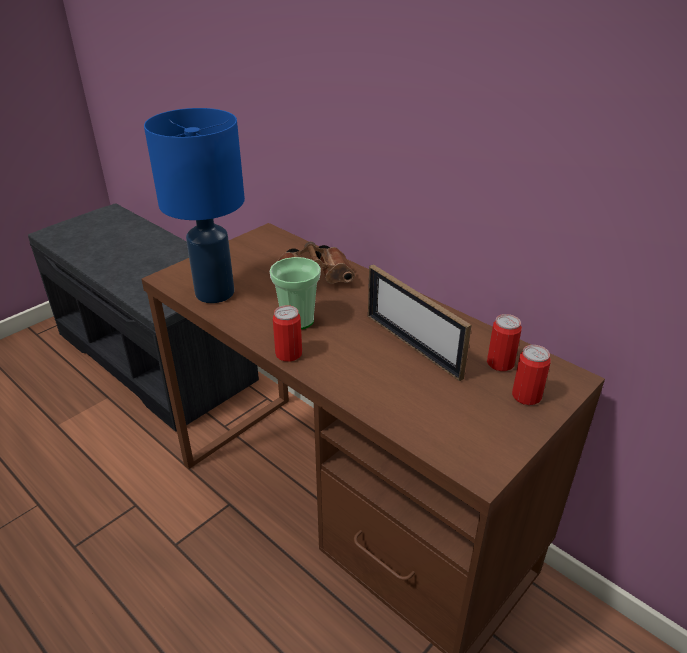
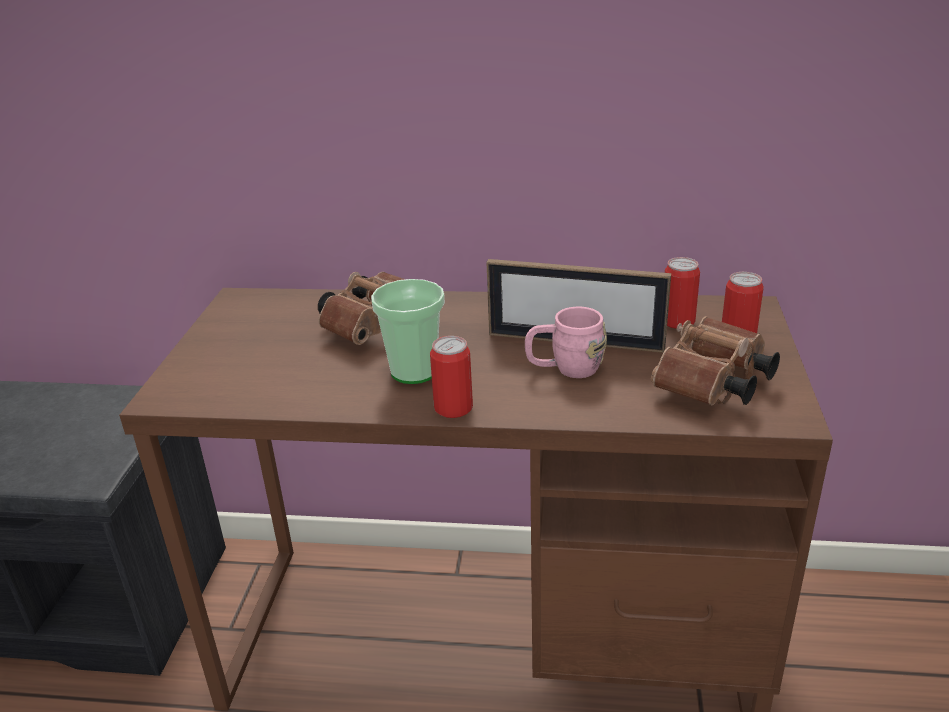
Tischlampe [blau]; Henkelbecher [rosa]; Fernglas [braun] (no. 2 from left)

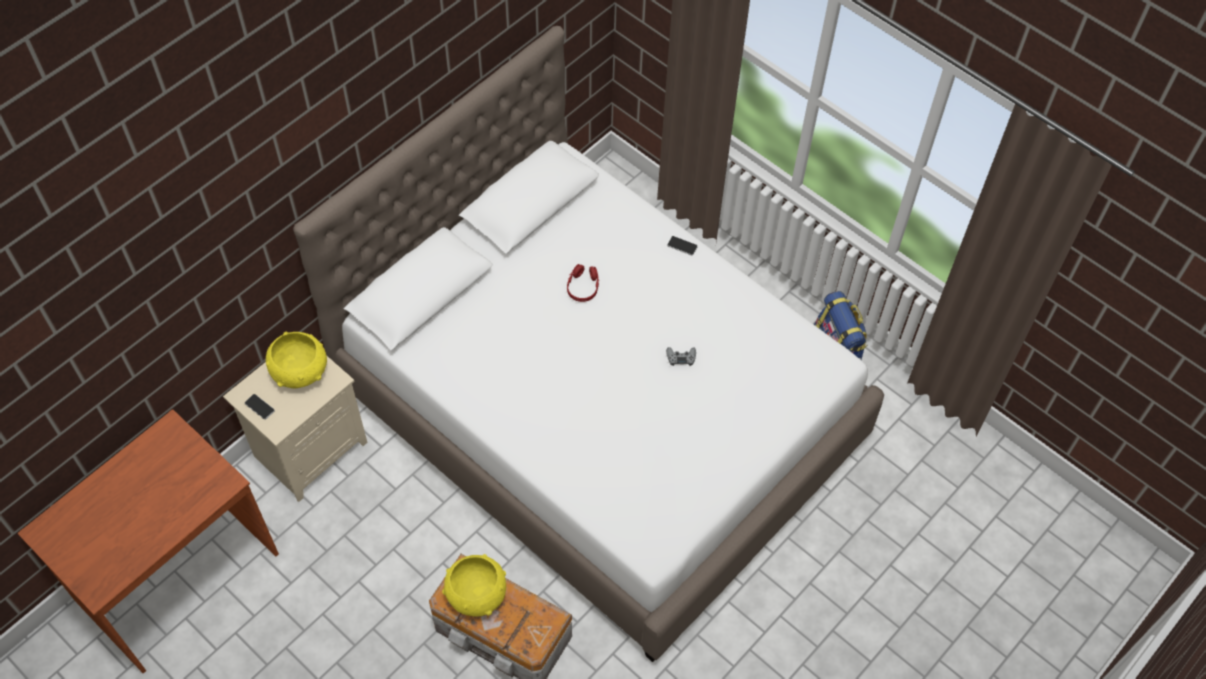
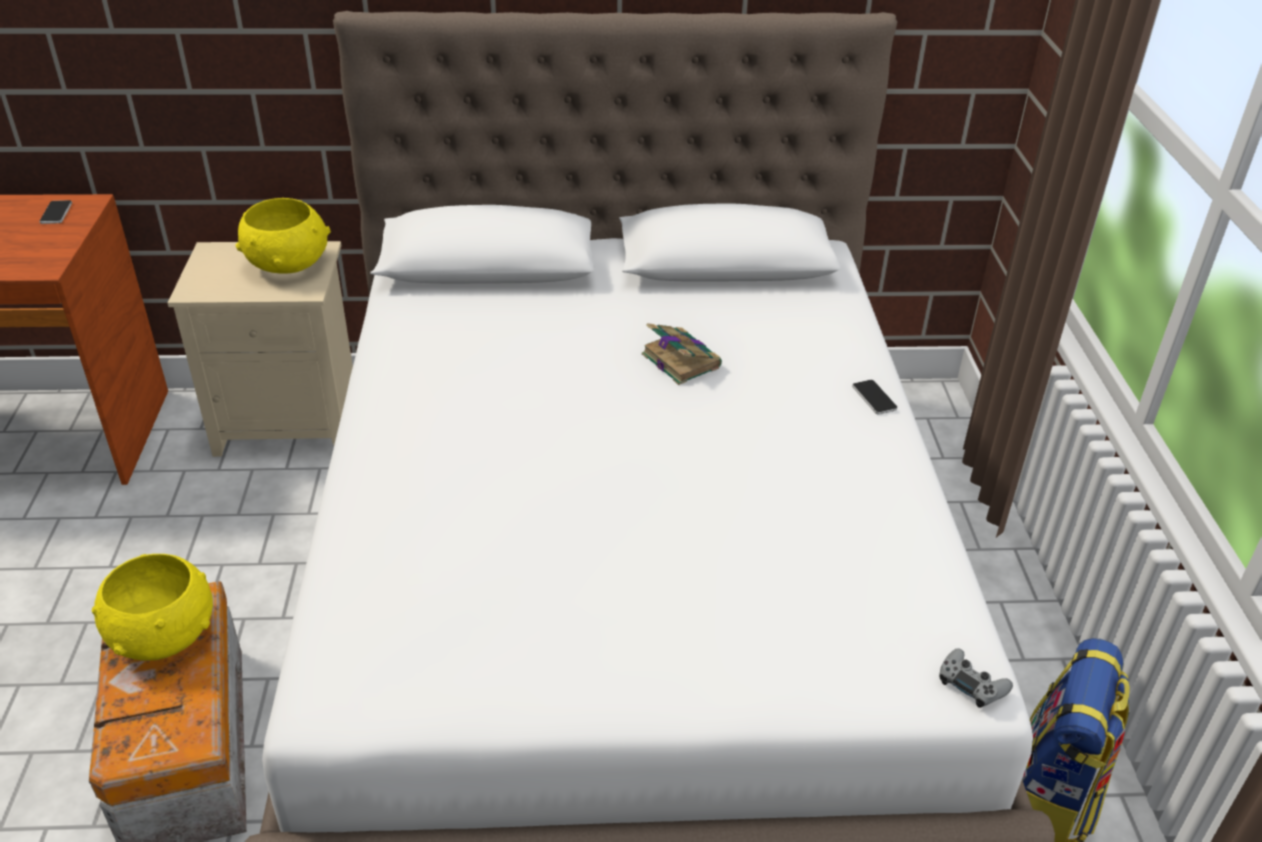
Handy (no. 1 from left); Buch; Gamepad [grau]

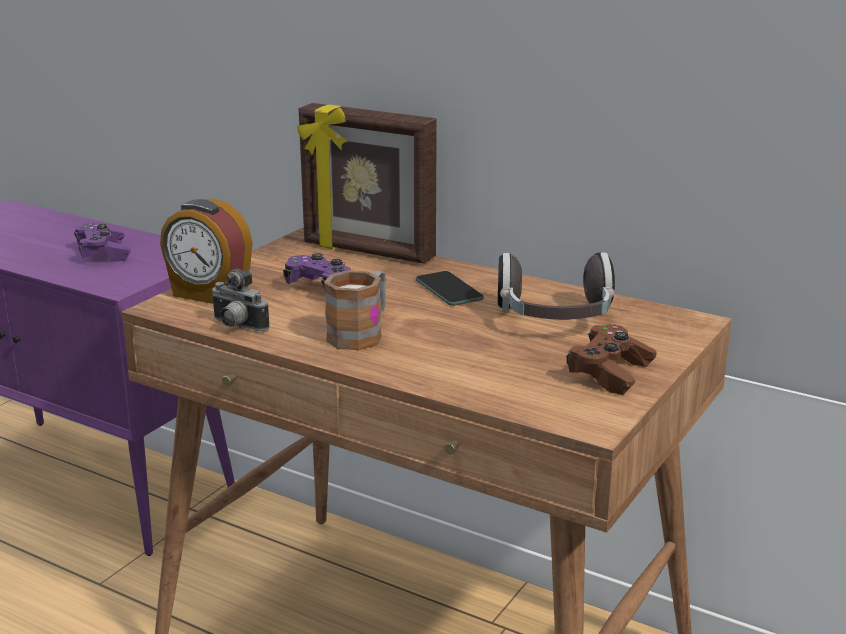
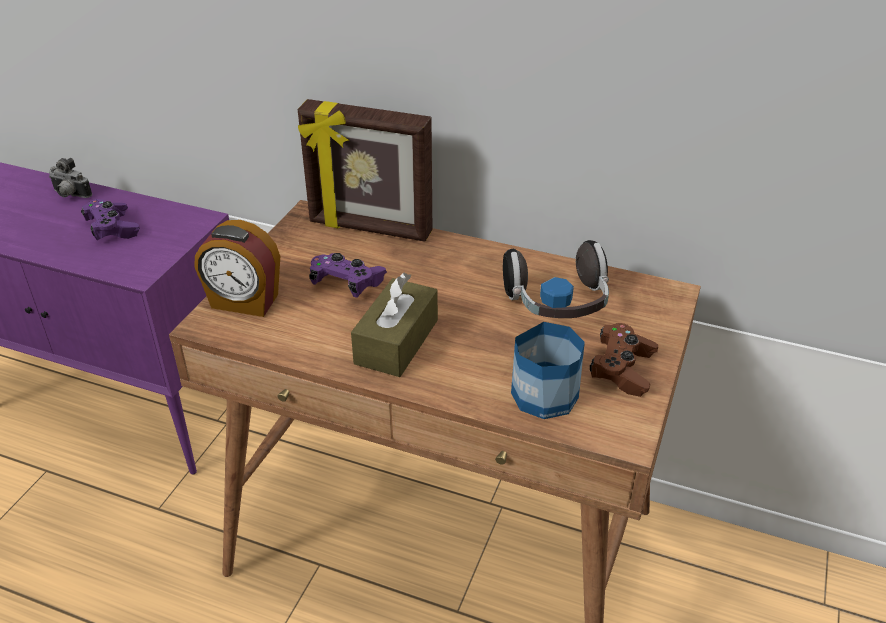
Kamera; Taschentuchbox [braun]; Handy; Flasche

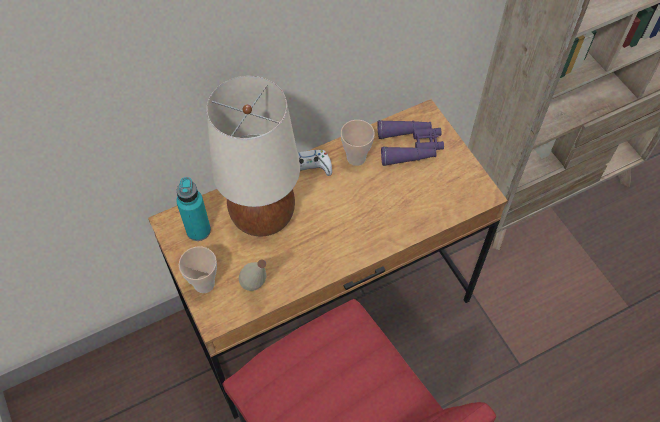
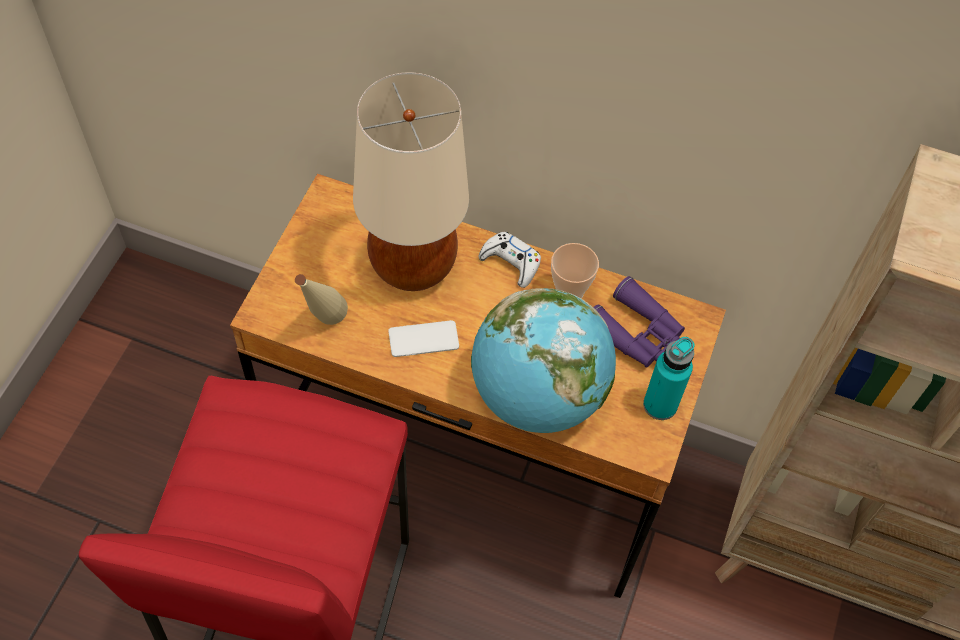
Flasche [türkis]; Tasse (no. 1 from left in the first image); Handy; Globus

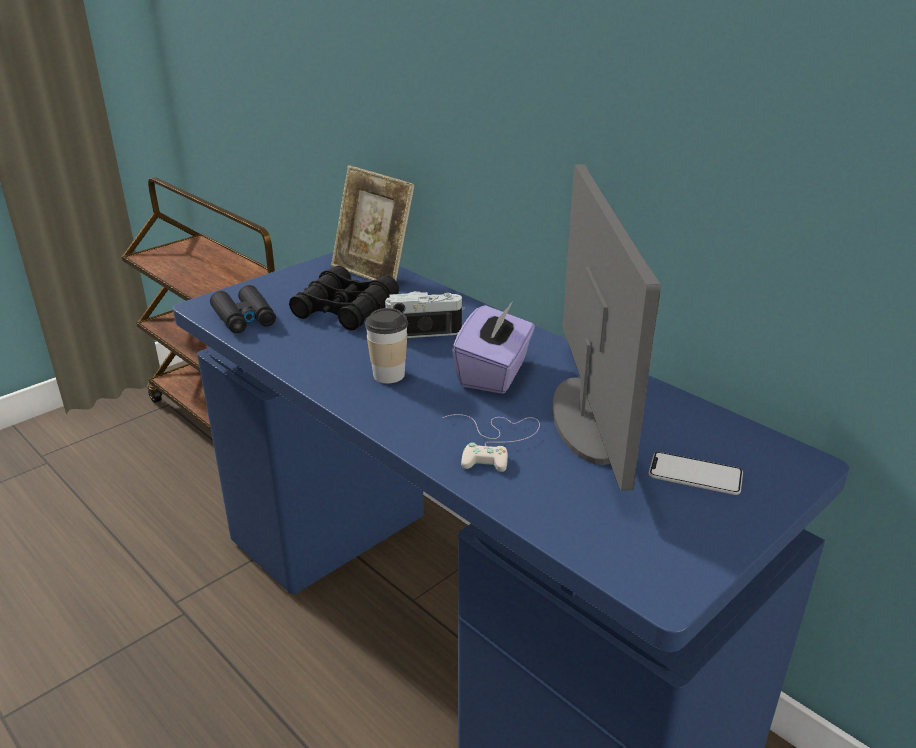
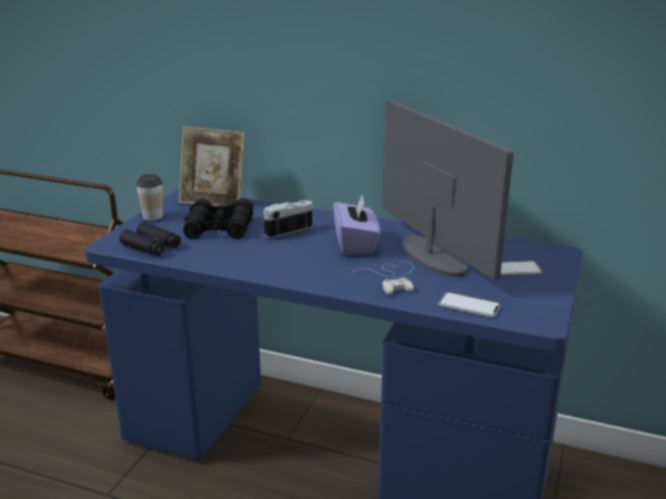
Tasse; Handy (no. 1 from left)

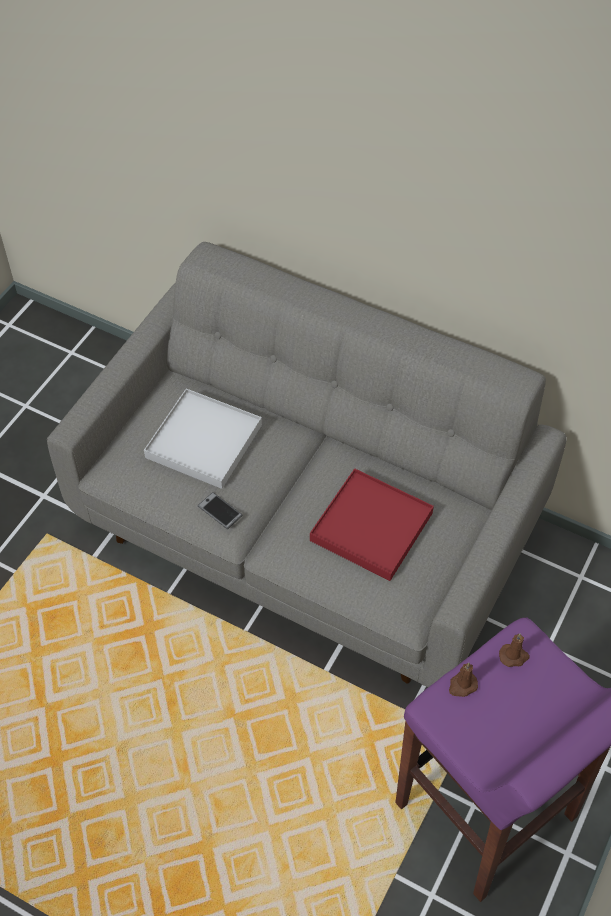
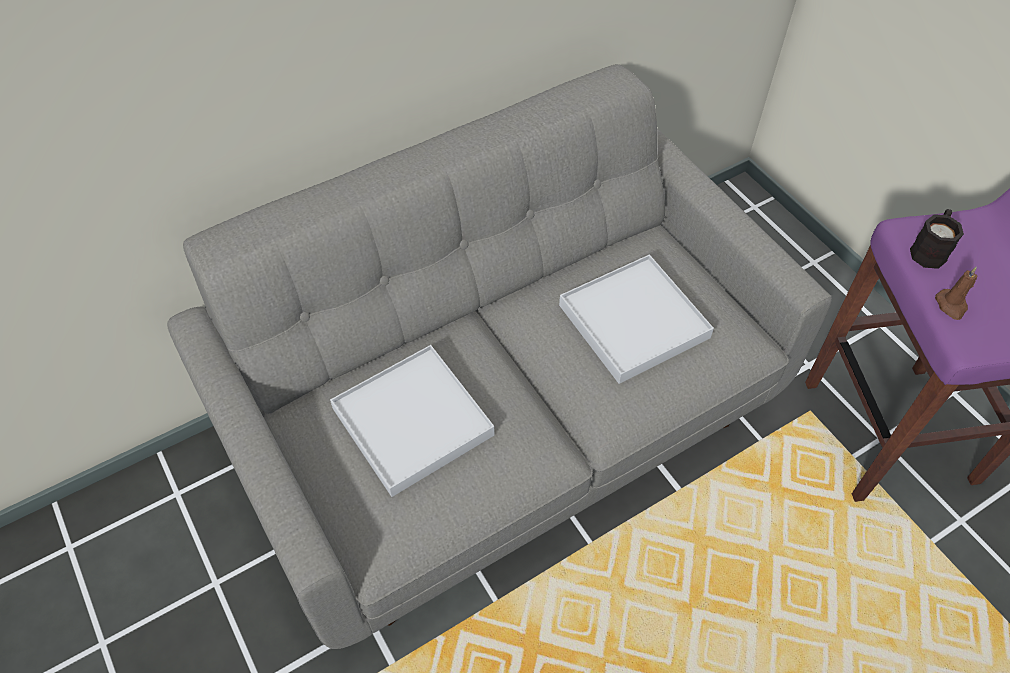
Handy; Tablett [weiß] (no. 2 from left); Henkelbecher [schwarz]

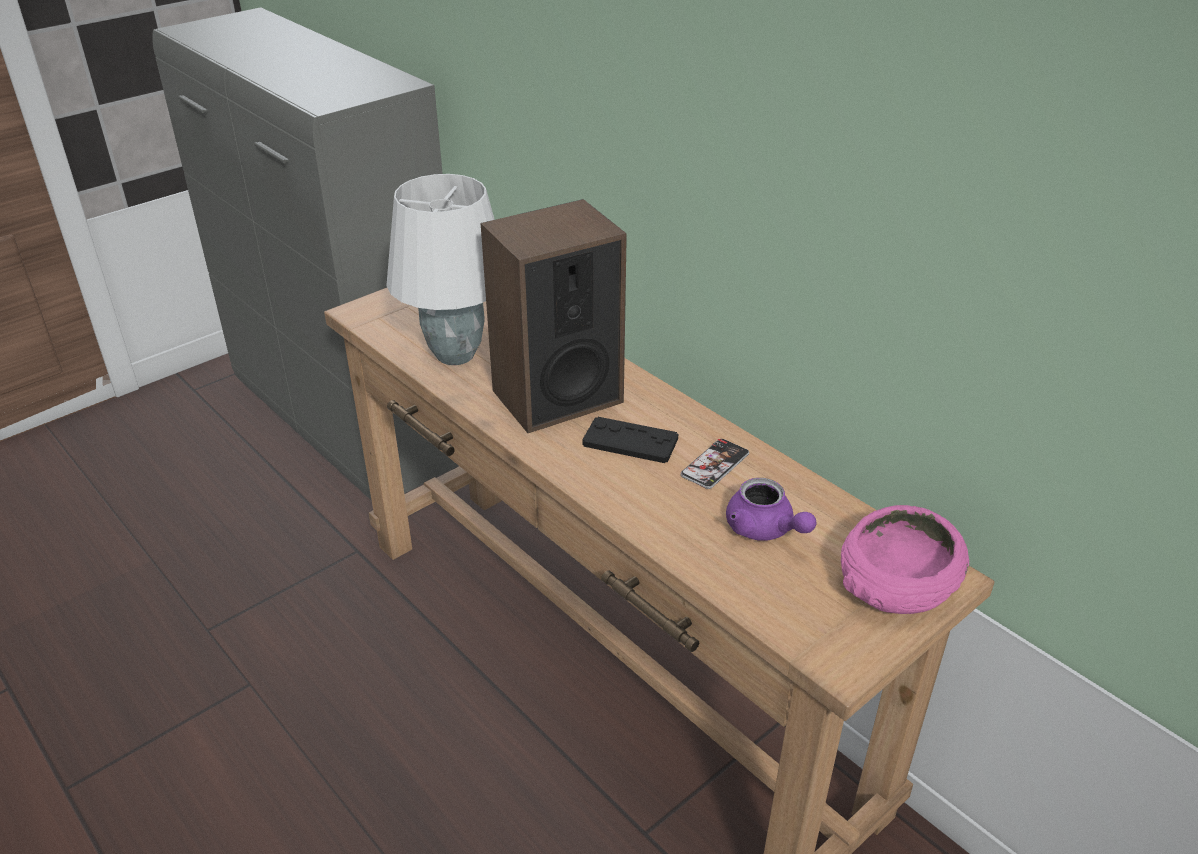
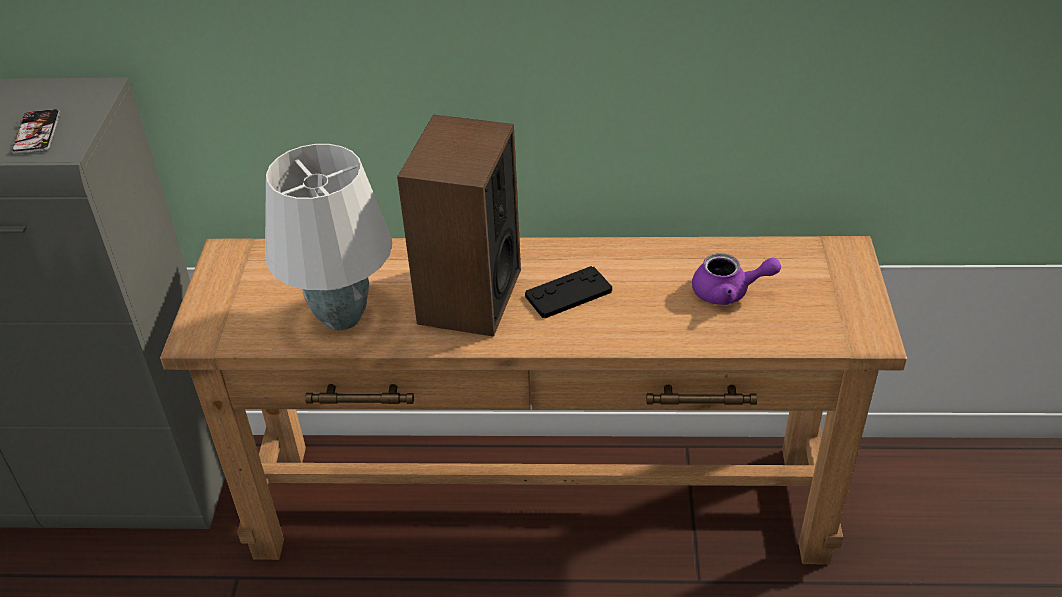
Handy; Schüssel [rosa]

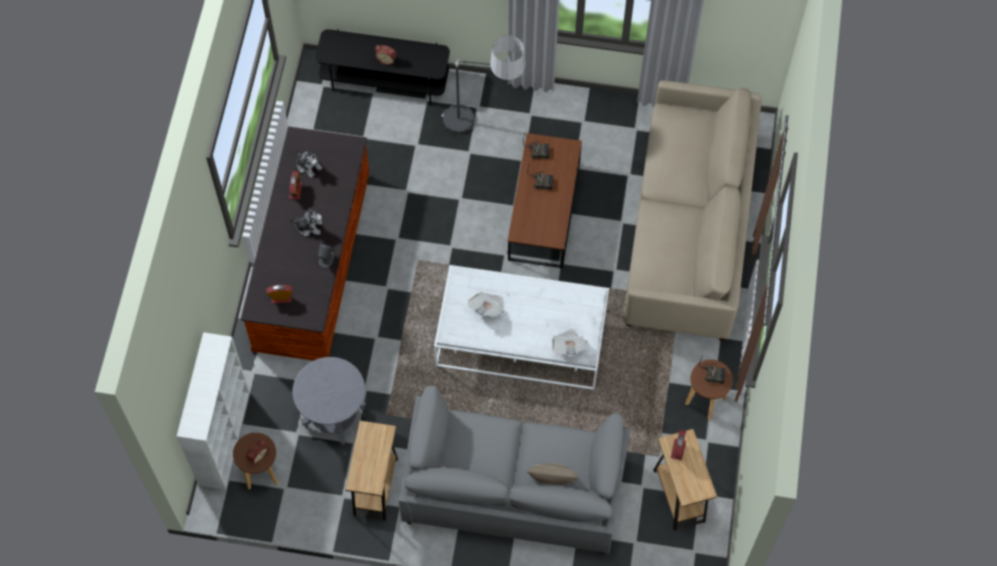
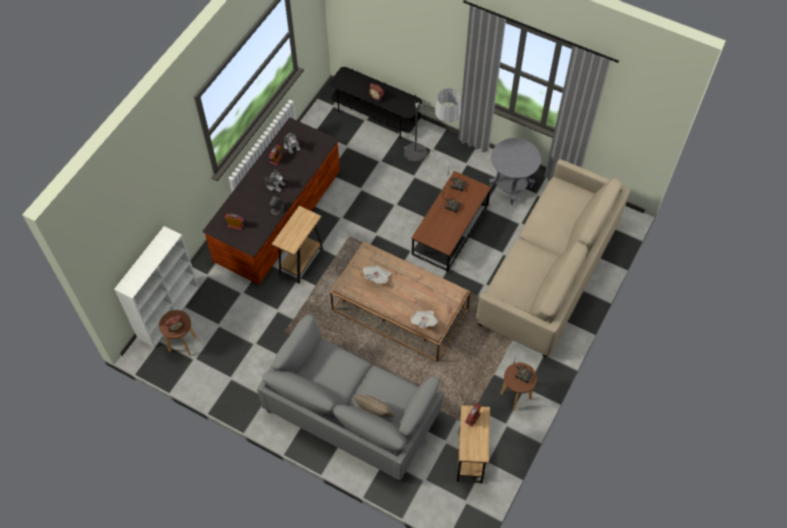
Beistelltisch [grau]; Beistelltisch [braun] (no. 1 from left); Couchtisch [braun] (no. 1 from left)

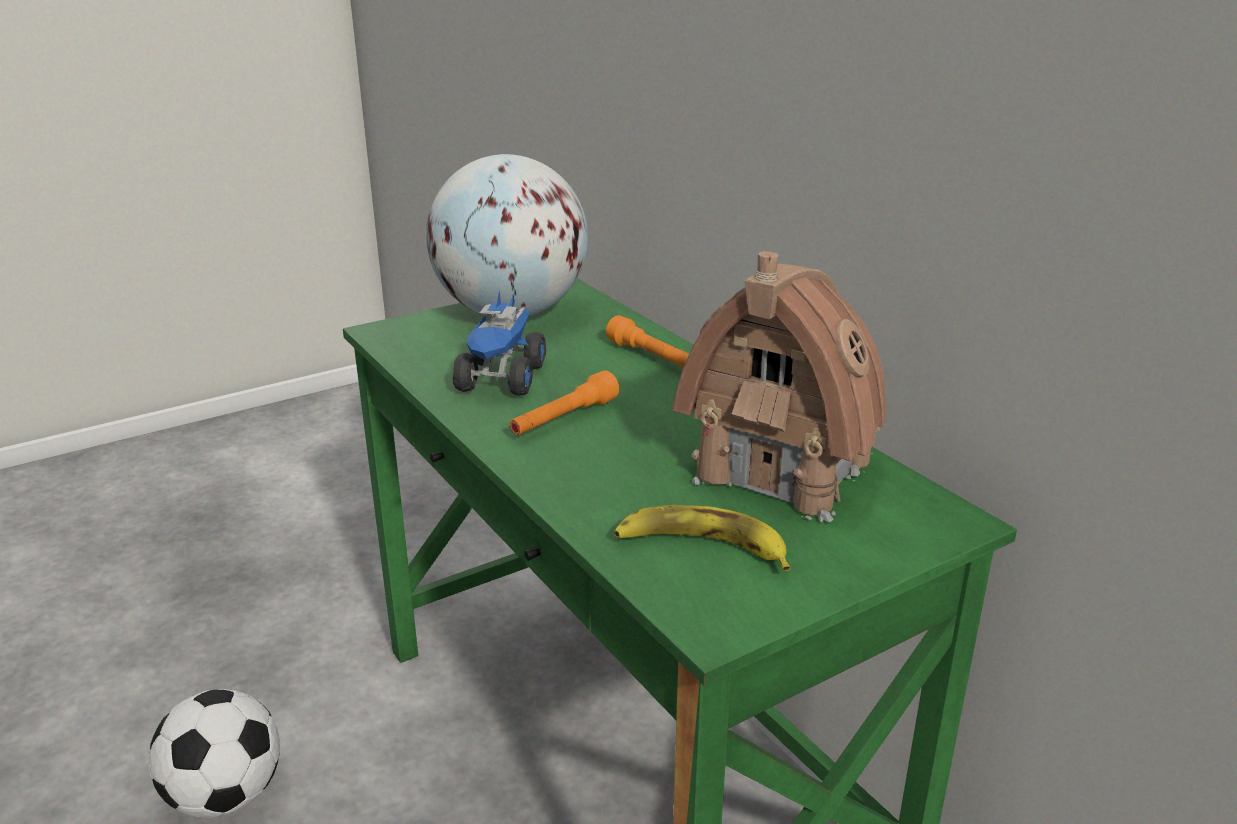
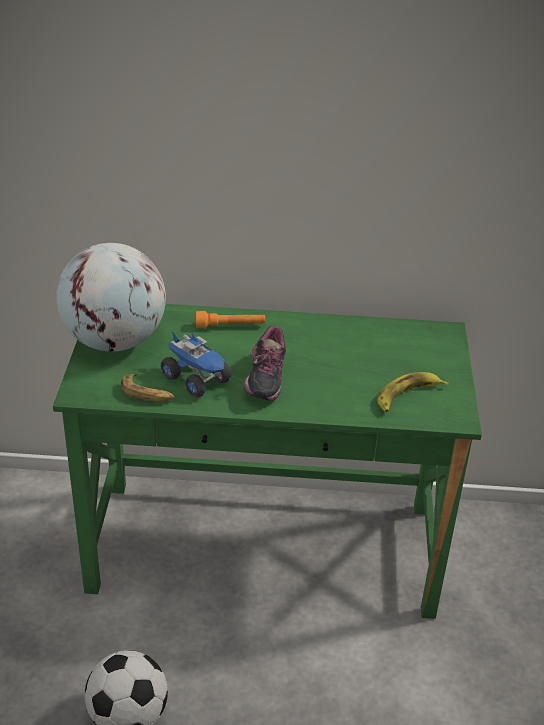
Schuh; Spielzeughaus; Banane (no. 1 from left)

